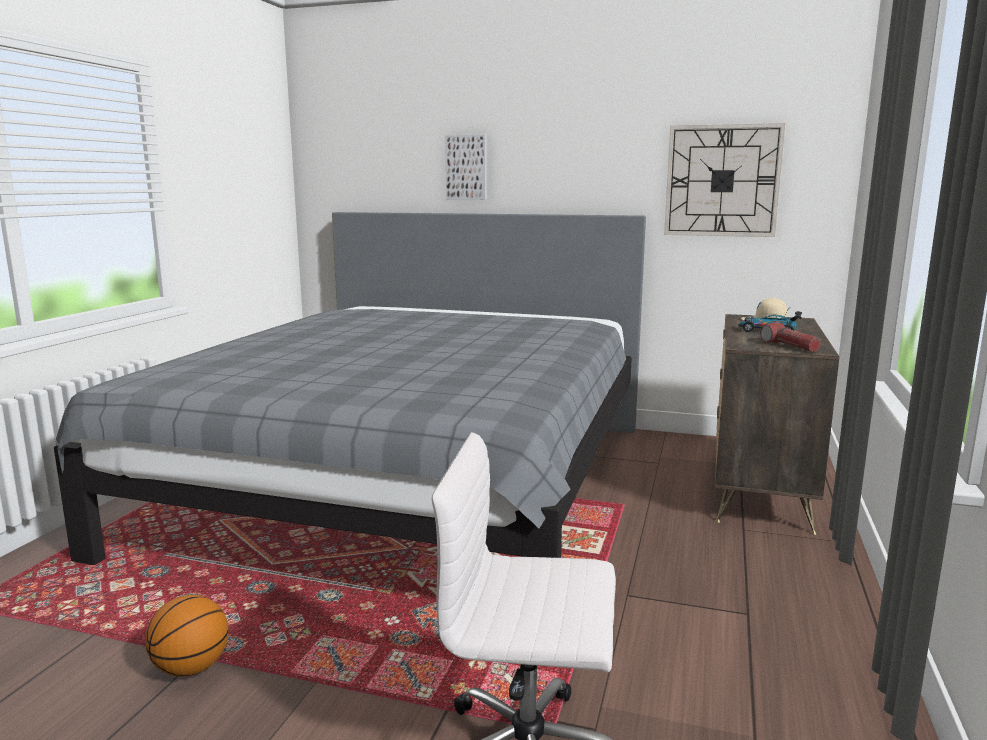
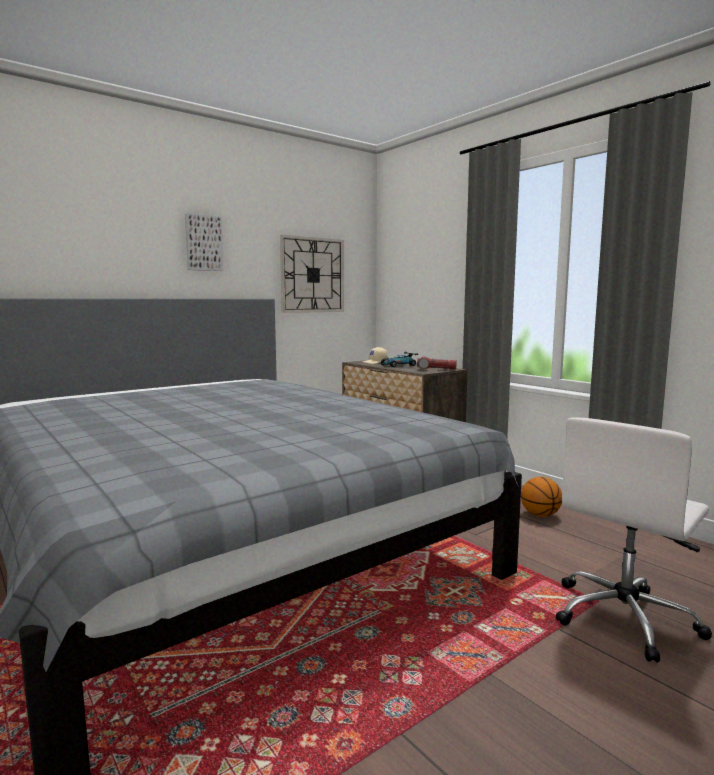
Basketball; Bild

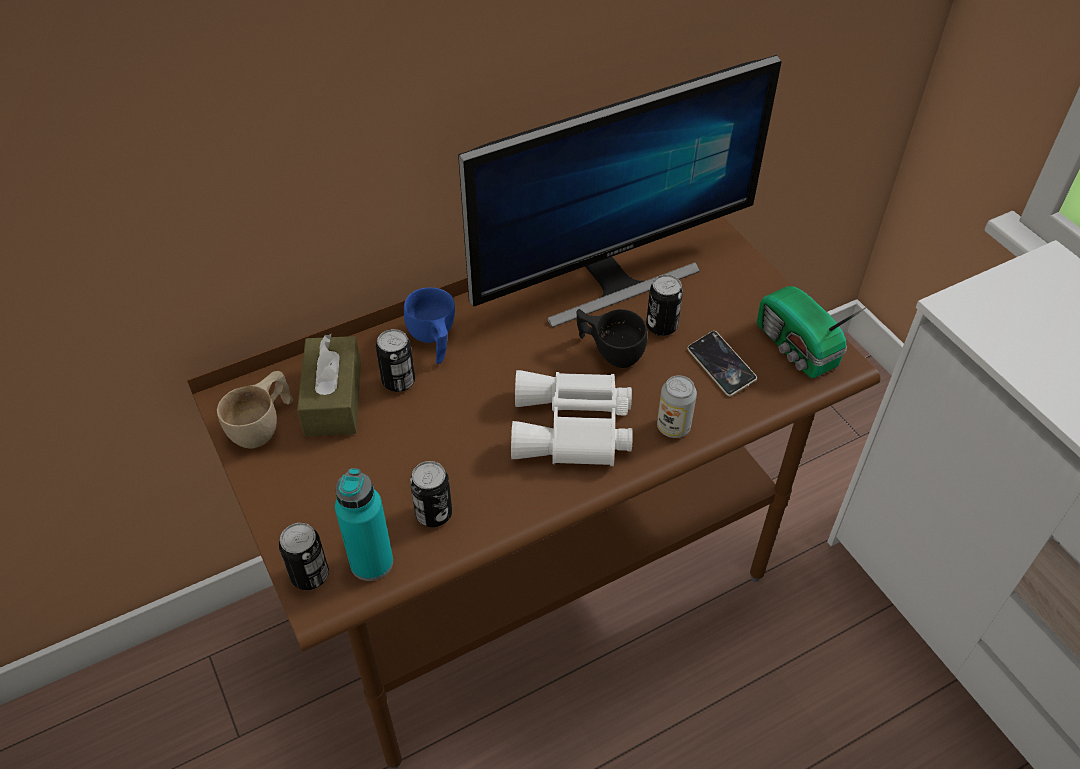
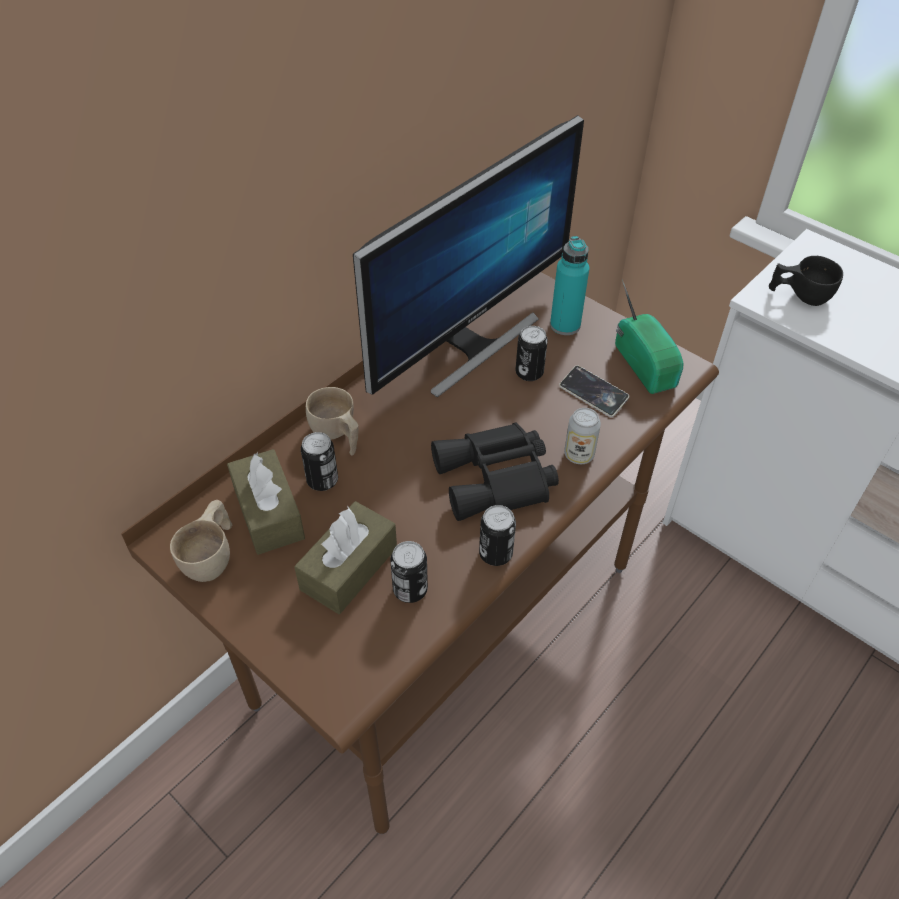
Dose (no. 3 from left); Flasche [türkis]; Tasse [beige] (no. 2 from left); Fernglas [schwarz]; Tasse [schwarz]; Radio; Taschentuchbox [braun] (no. 2 from left)

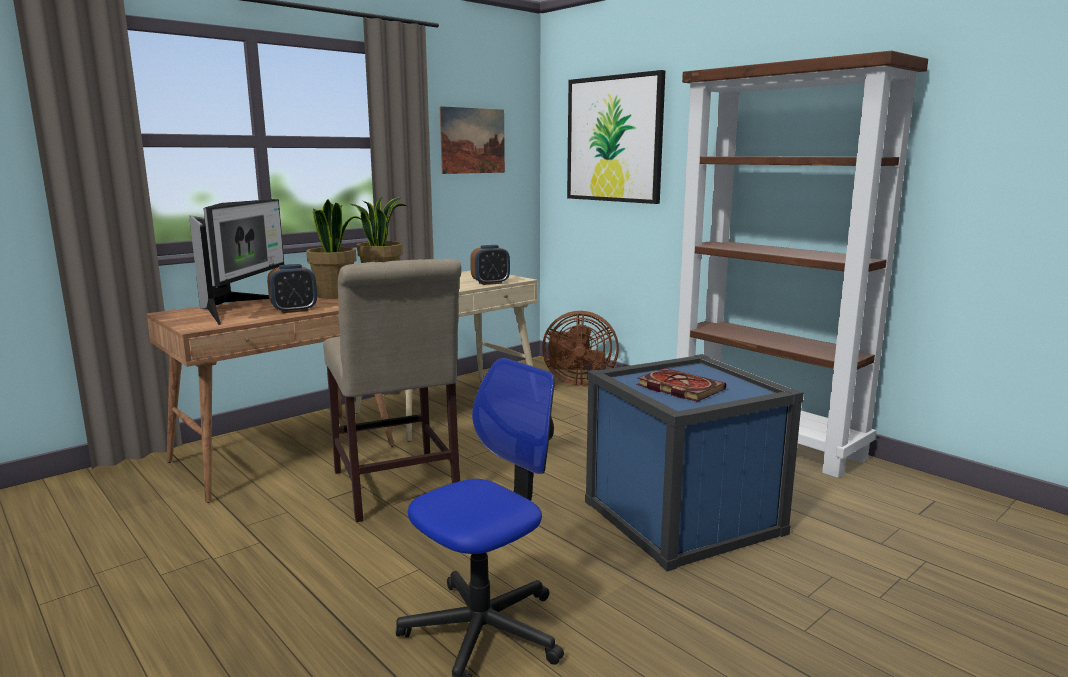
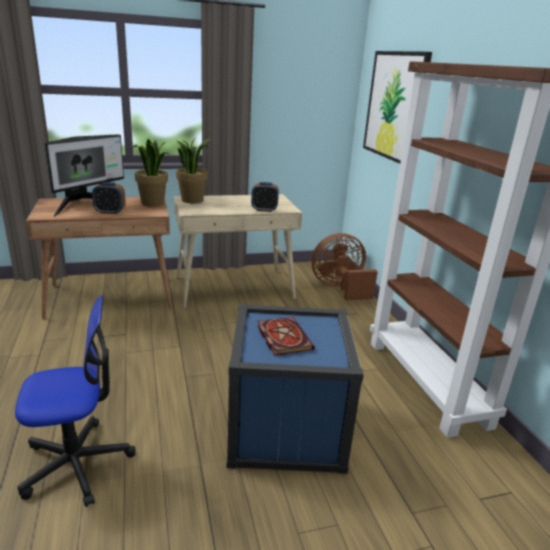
Stuhl [beige]; Bild (no. 1 from left in the first image); Ventilator [braun]

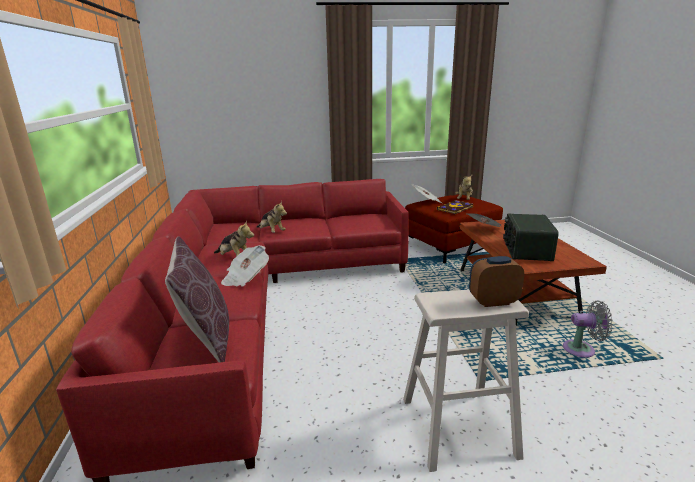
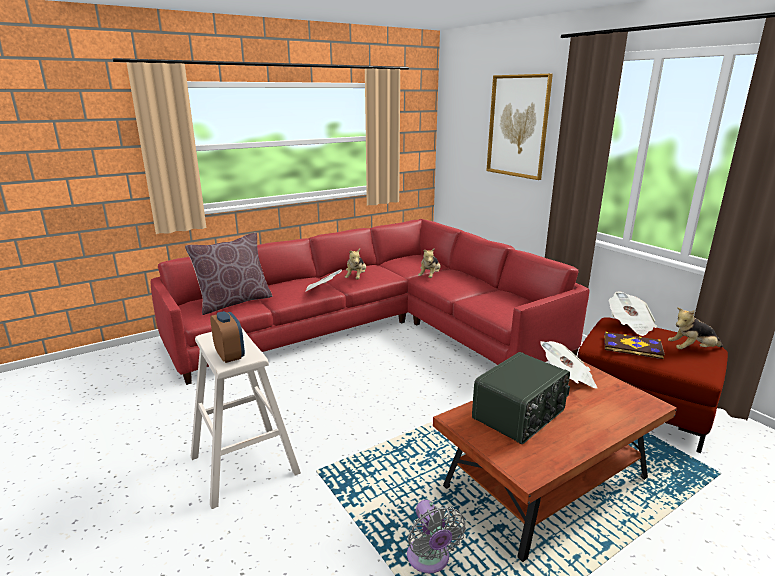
Radio; Bild

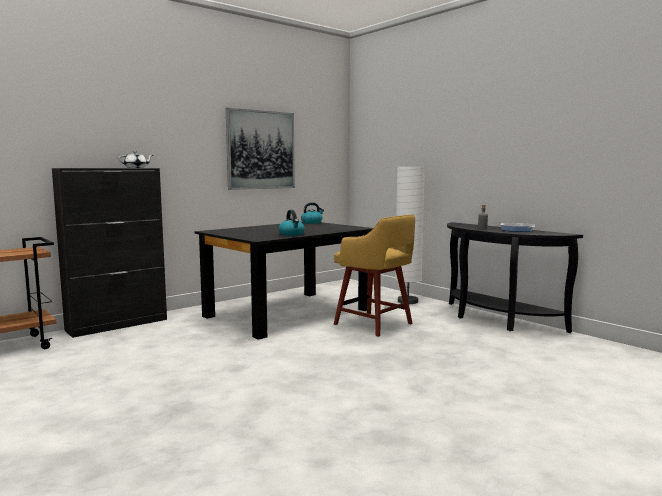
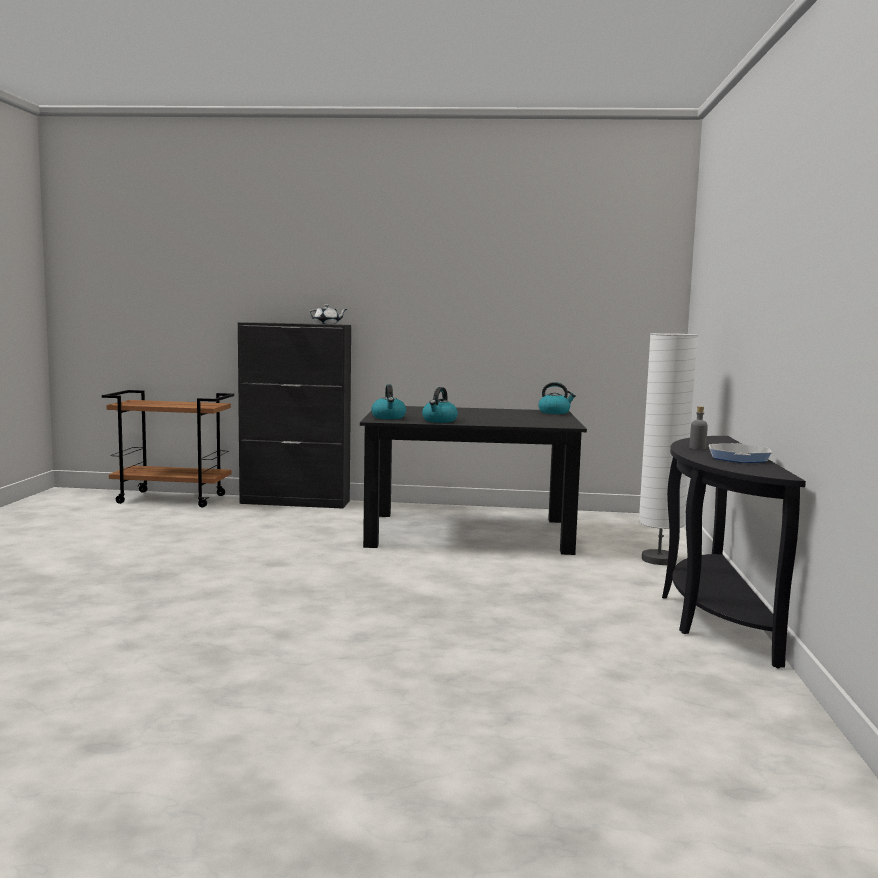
Bild; Hocker [gelb]; Wasserkessel (no. 1 from left)

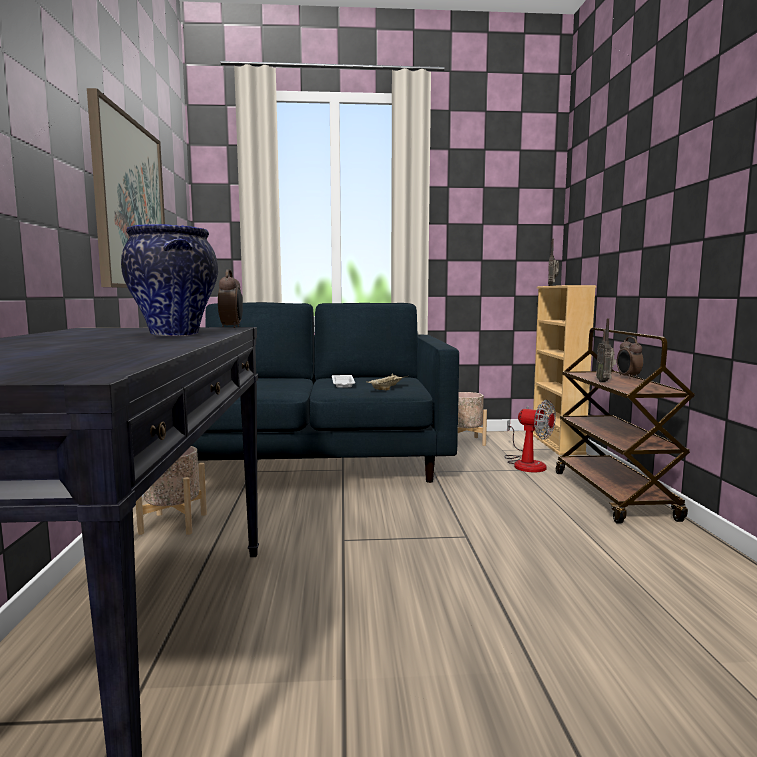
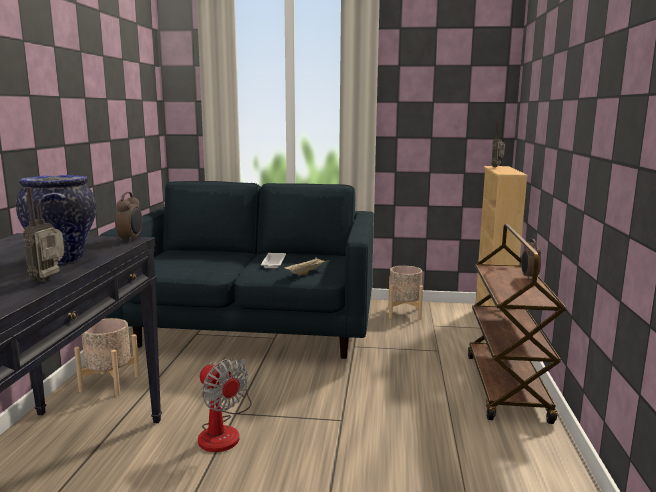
Bild; Ventilator; Radio (no. 1 from left)

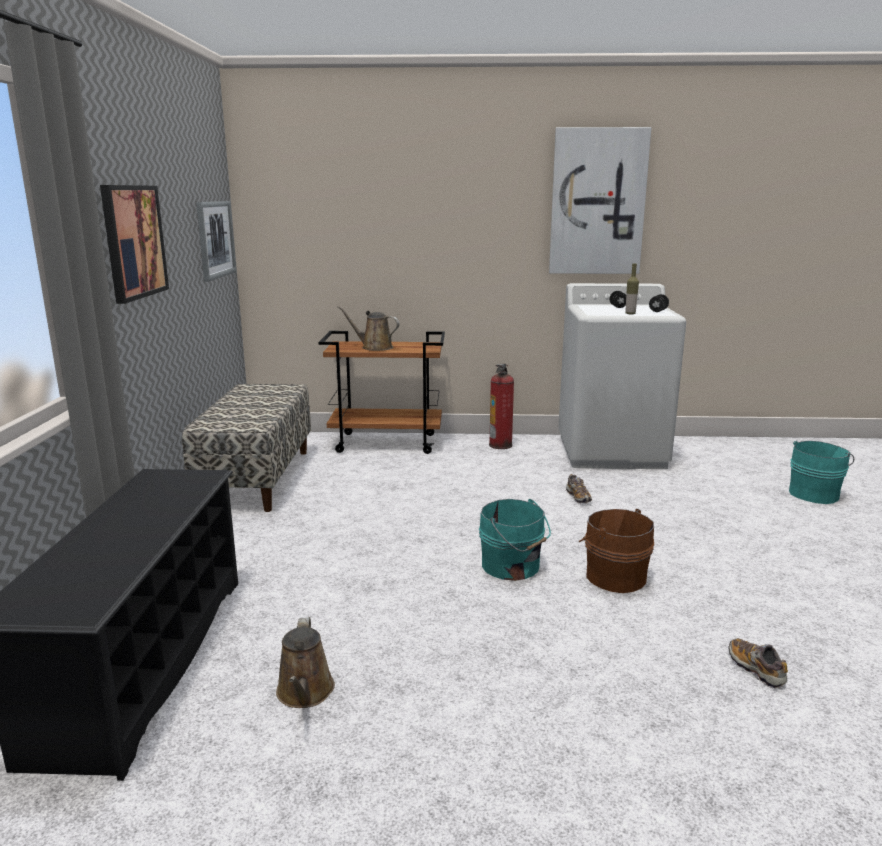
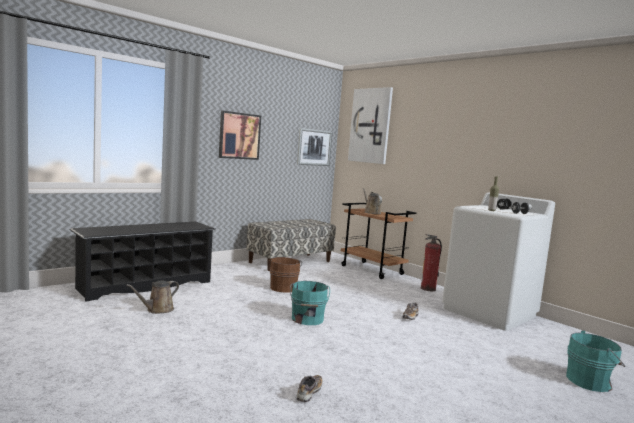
Bild (no. 3 from left); Eimer [braun]

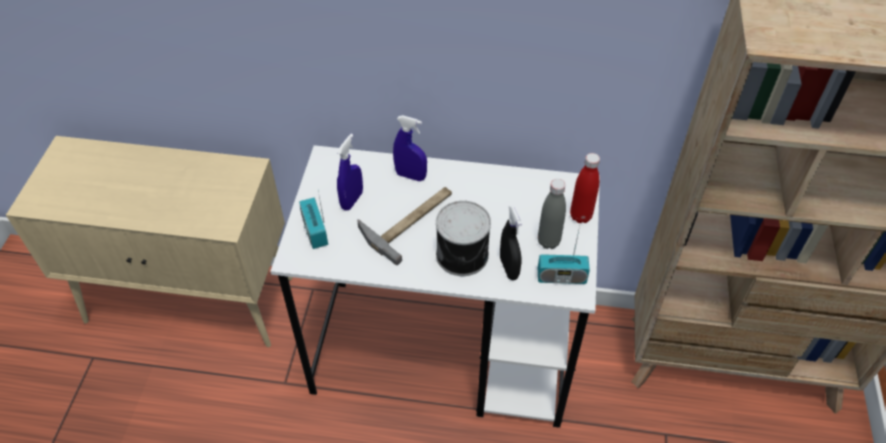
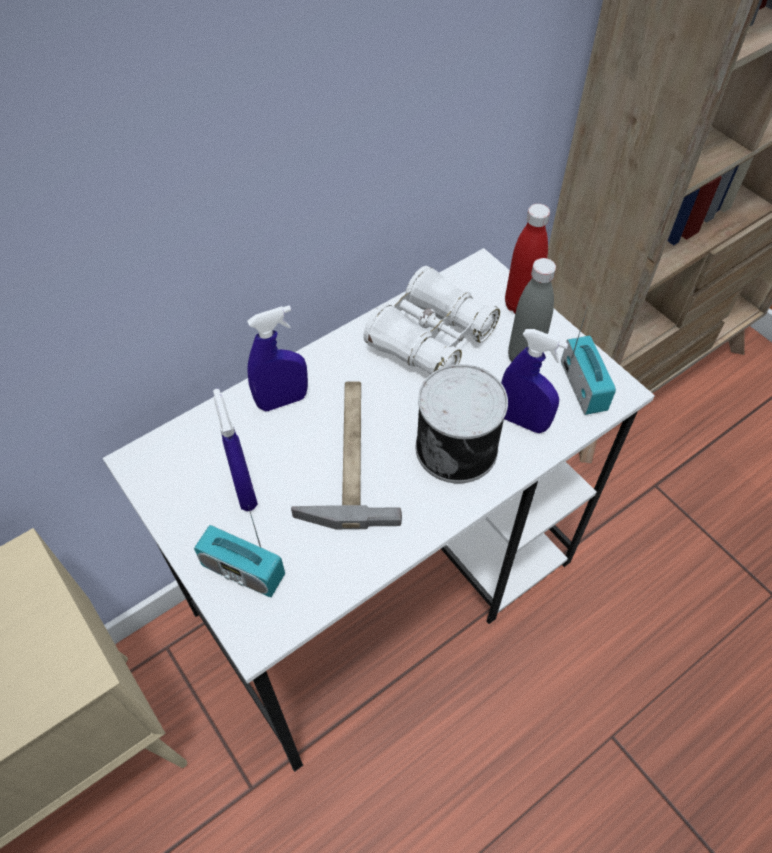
Sprühflasche [blau] (no. 3 from left); Radio (no. 2 from left); Fernglas [weiß]

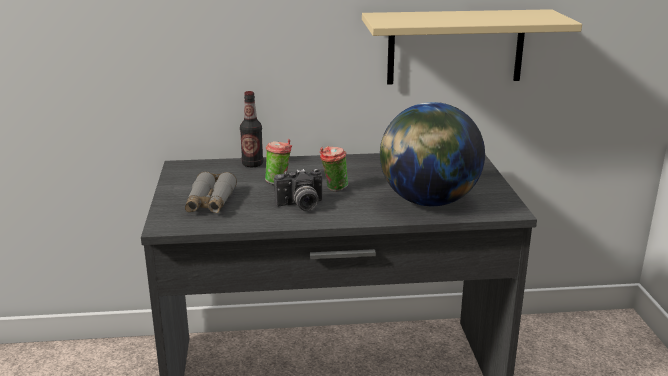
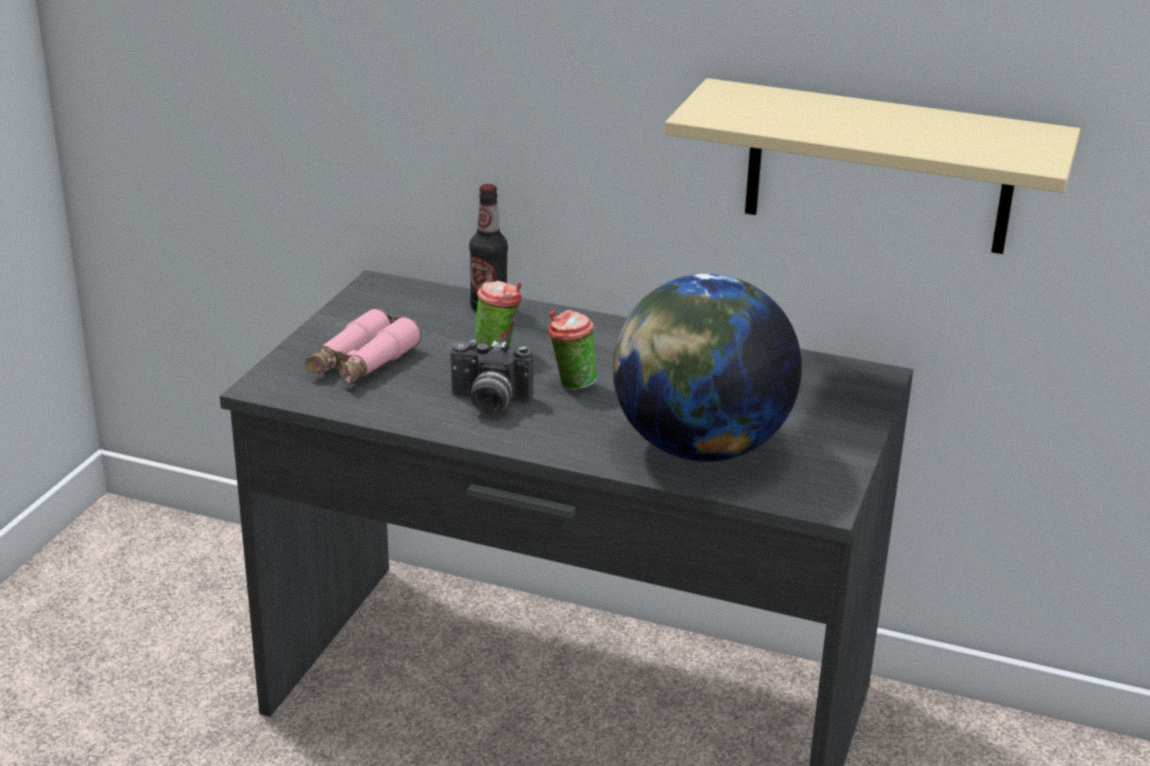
Fernglas [rosa]

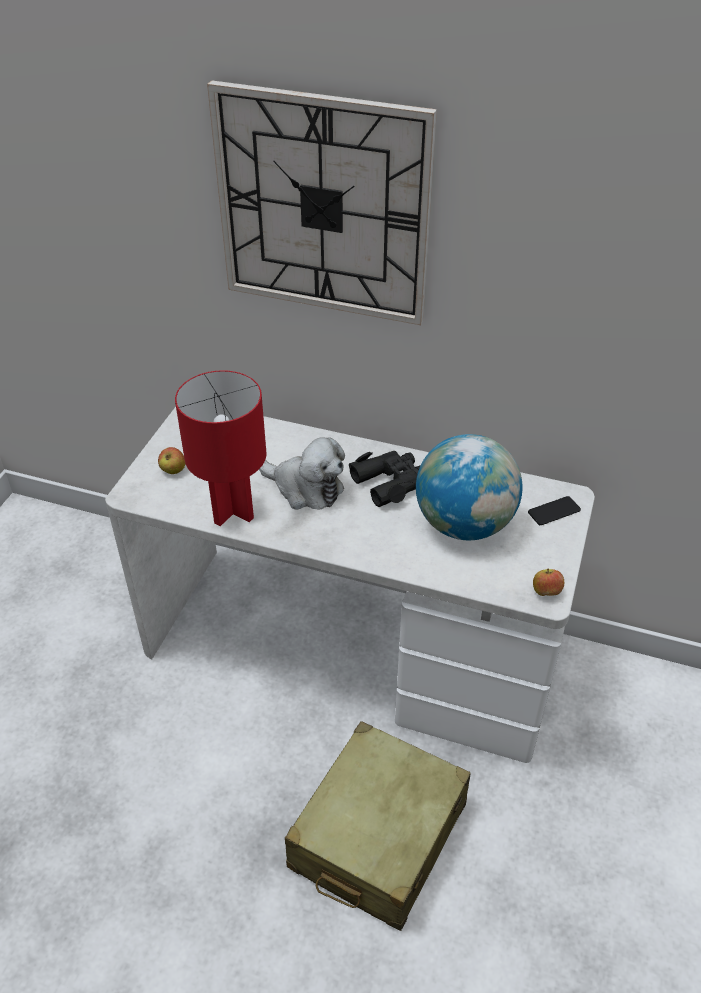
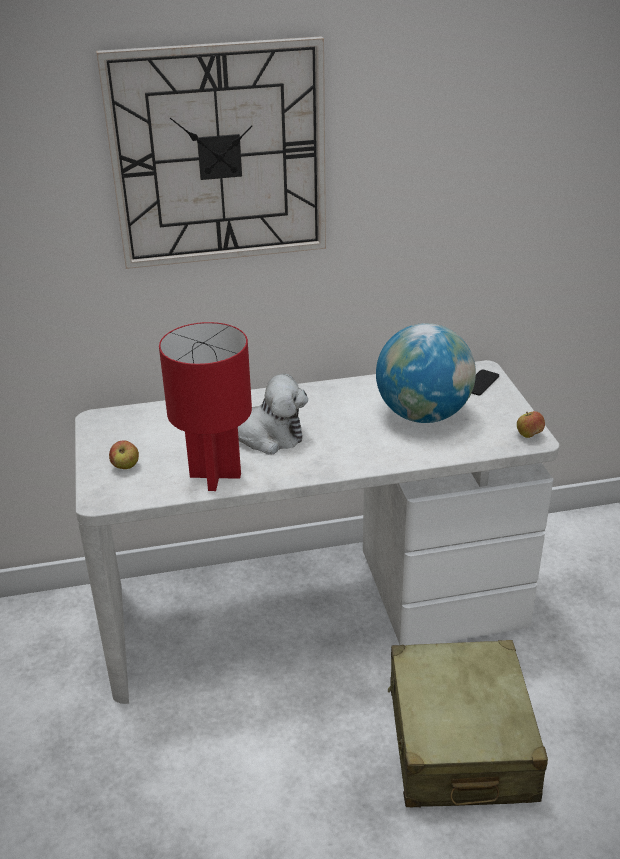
Fernglas [schwarz]

